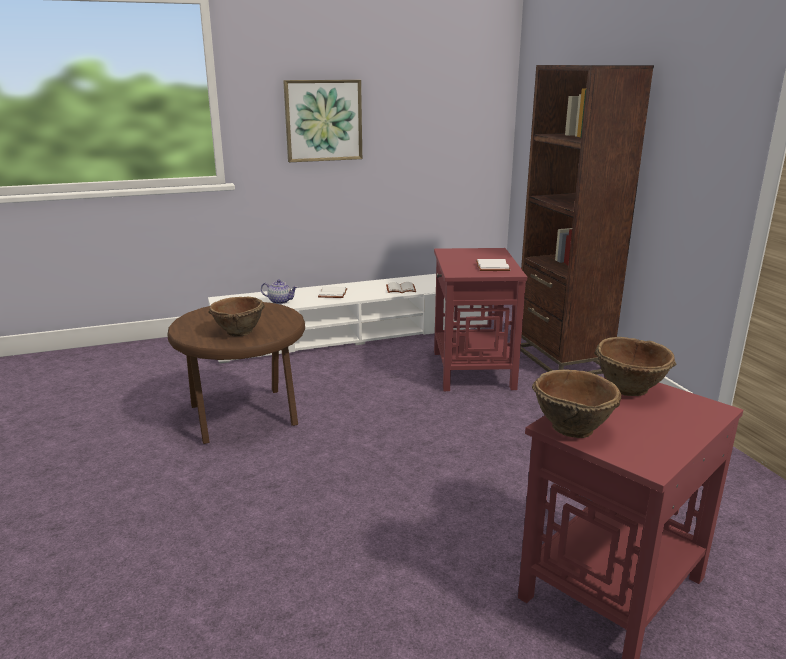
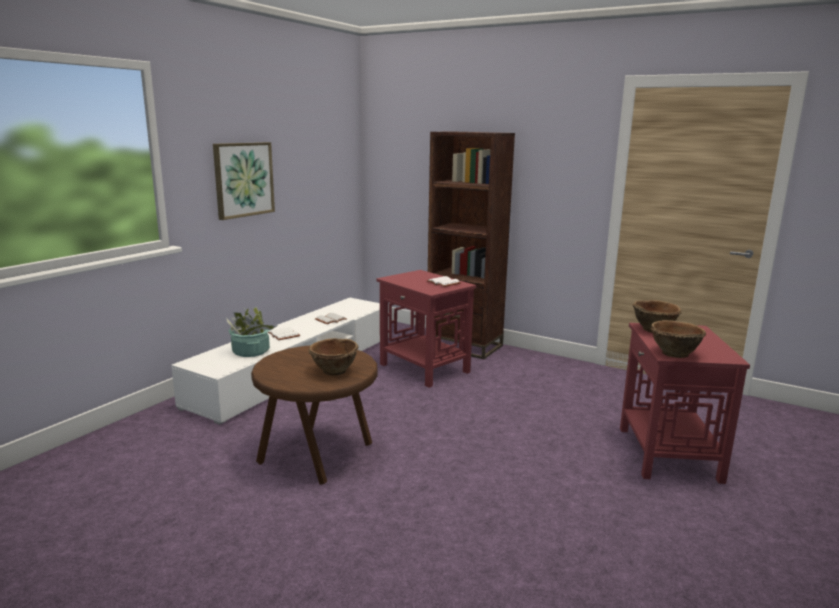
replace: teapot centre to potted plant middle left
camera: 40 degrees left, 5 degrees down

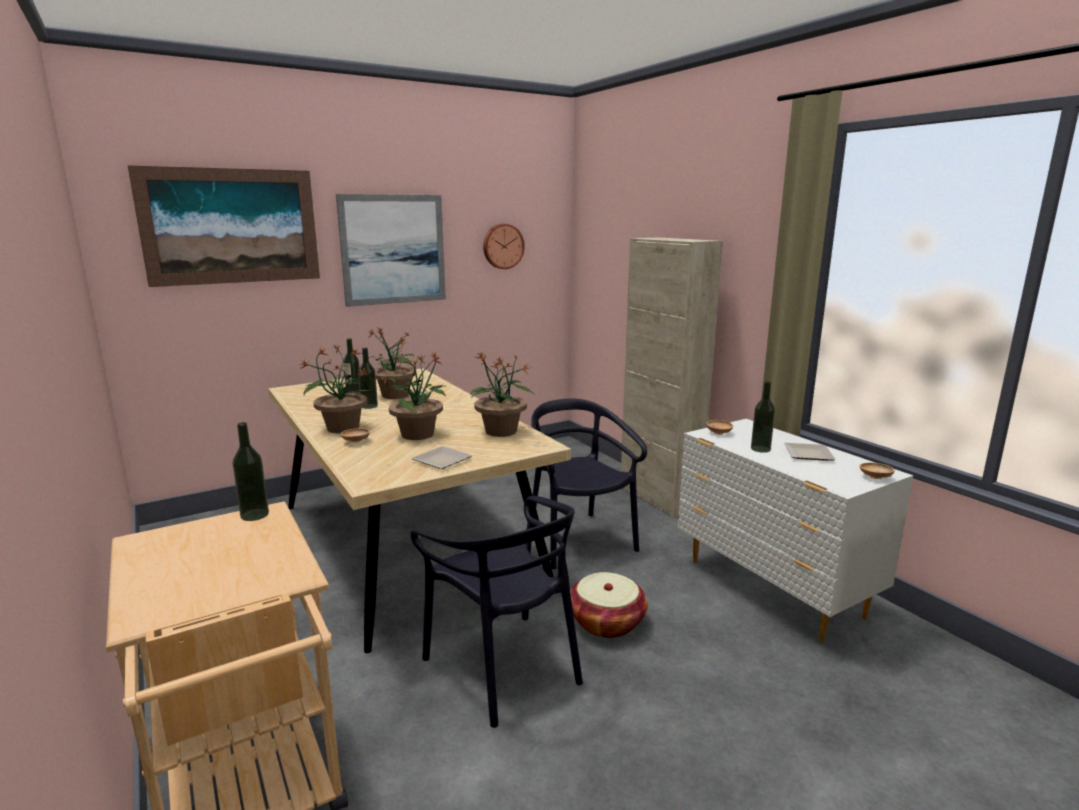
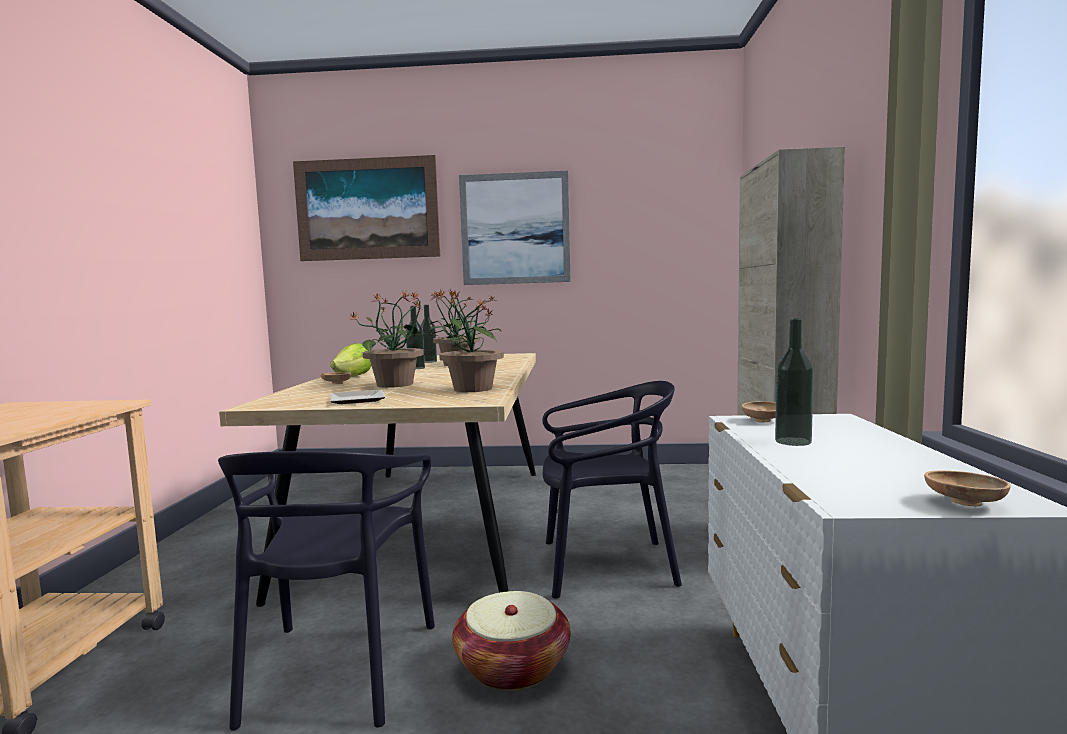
delete: wall clock top centre; bottle (1st from left) middle left; plate (2nd from left) middle right
replace: potted plant (1st from left) middle left to lettuce middle left
rotate: chair (black) (2nd from left) centre = bottom centre 75 degrees clockwise
camera: 35 degrees right, 10 degrees down

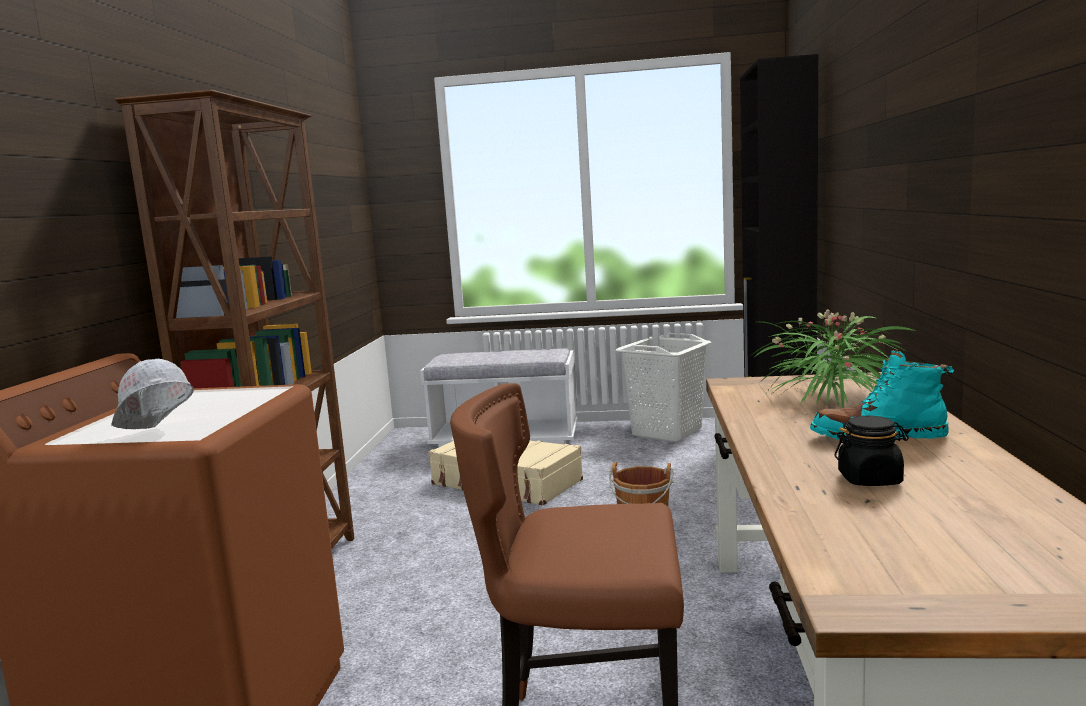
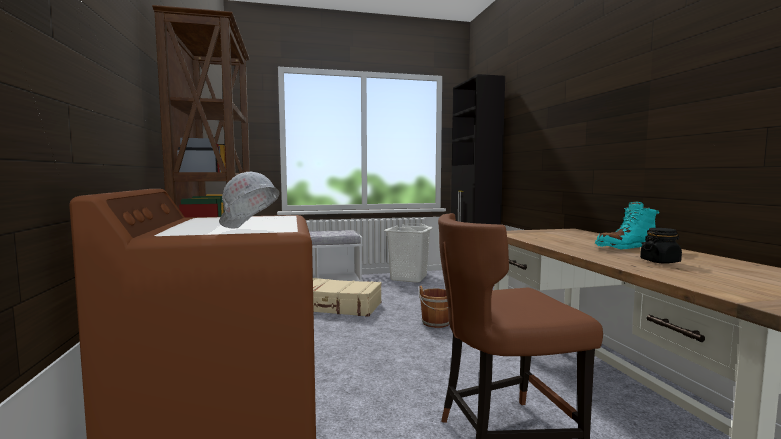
delete: potted plant middle right
camera: 20 degrees left, 5 degrees down

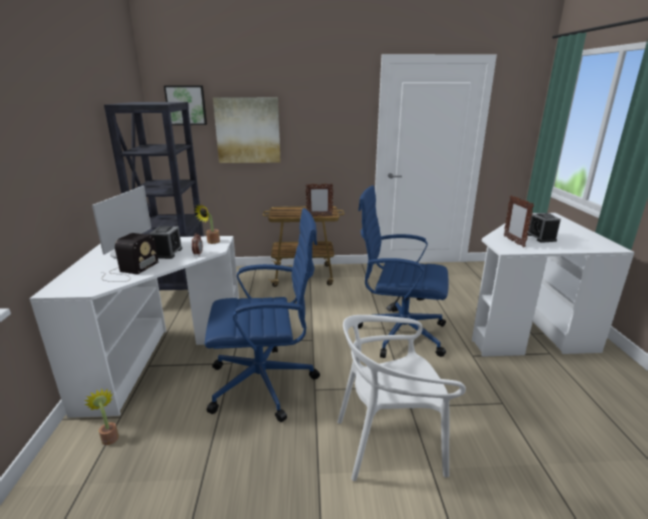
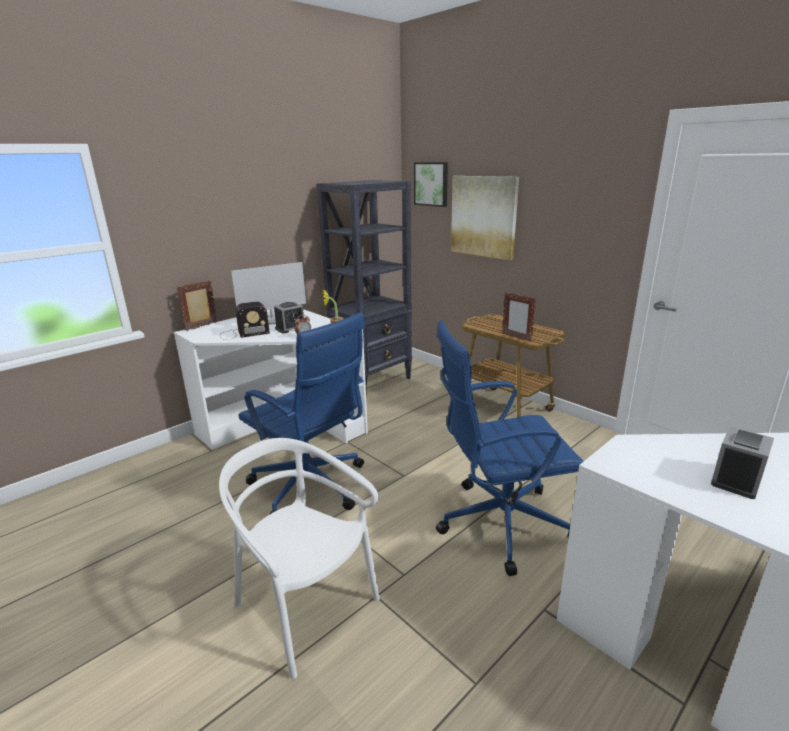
delete: potted plant (1st from left) bottom left
move: picture frame (2nd from left in the first image) middle right to picture frame (1st from left) middle left
rotate: office chair (blue) (2nd from left) centre = centre 75 degrees counterclockwise
camera: 50 degrees right, 0 degrees up

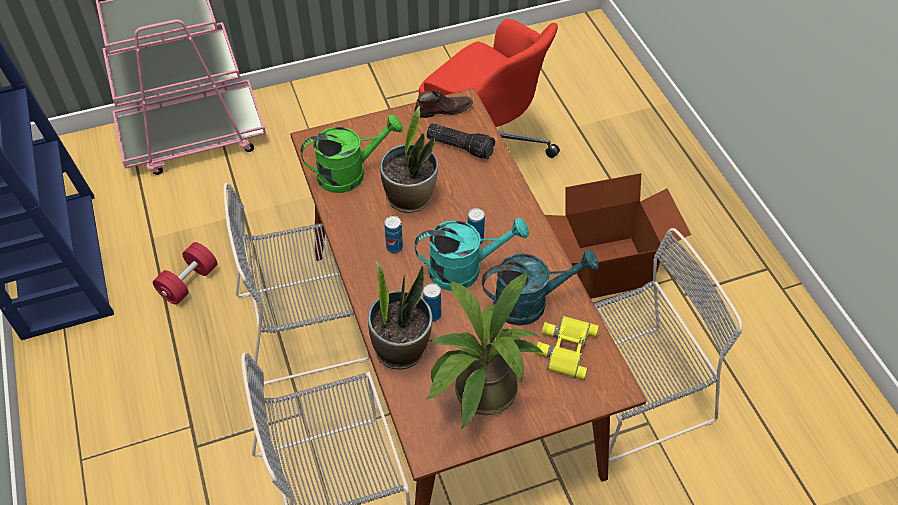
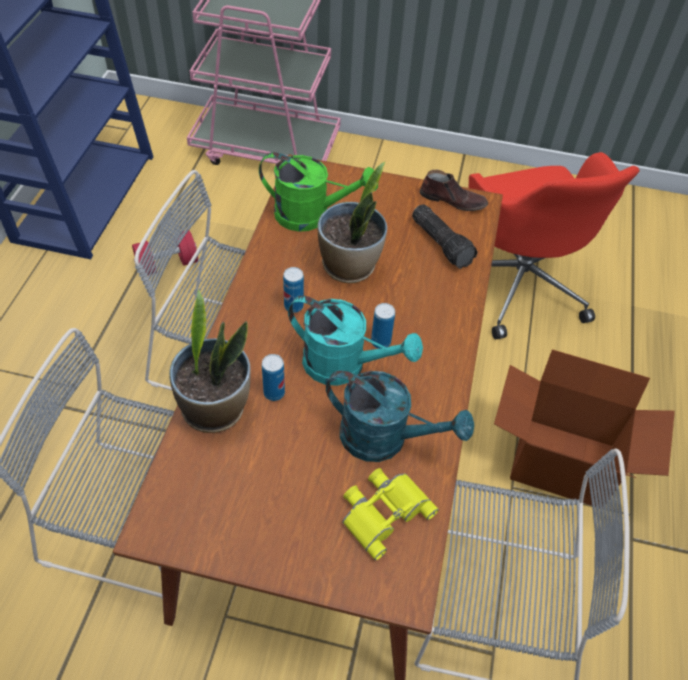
delete: potted plant (3rd from left) bottom centre
camera: 30 degrees right, 0 degrees up

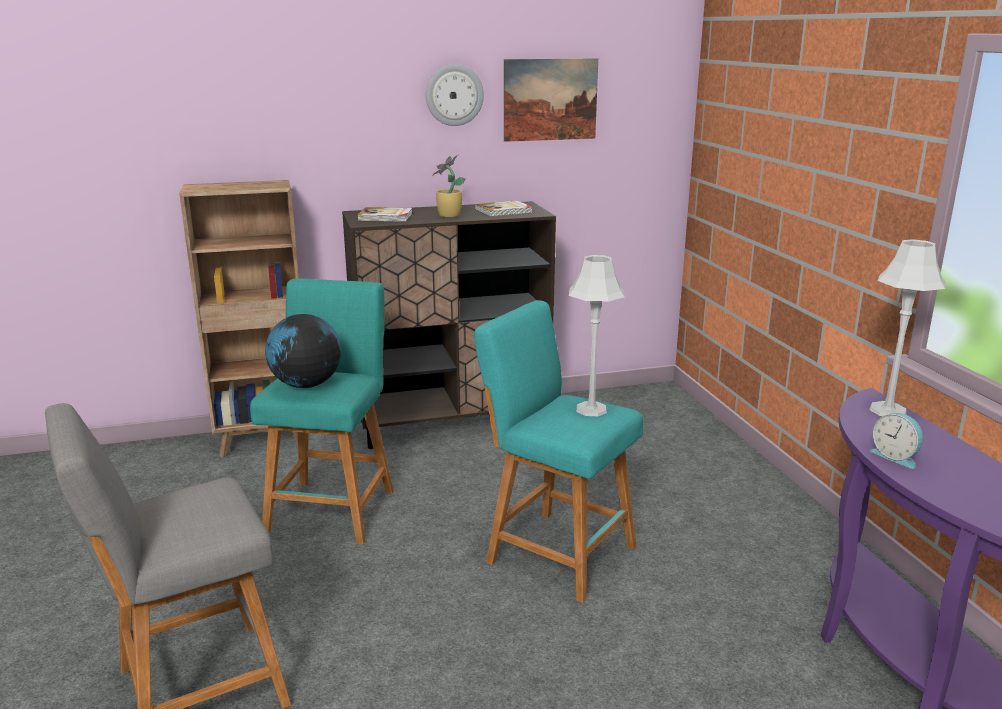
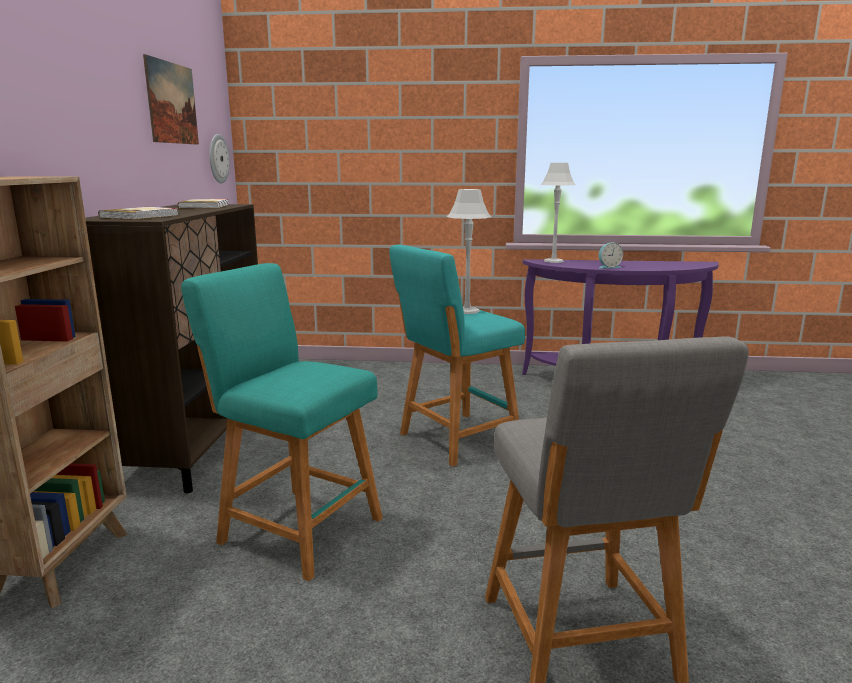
delete: potted plant top centre; globe middle left
move: wall clock top centre to top left
camera: 70 degrees left, 5 degrees down

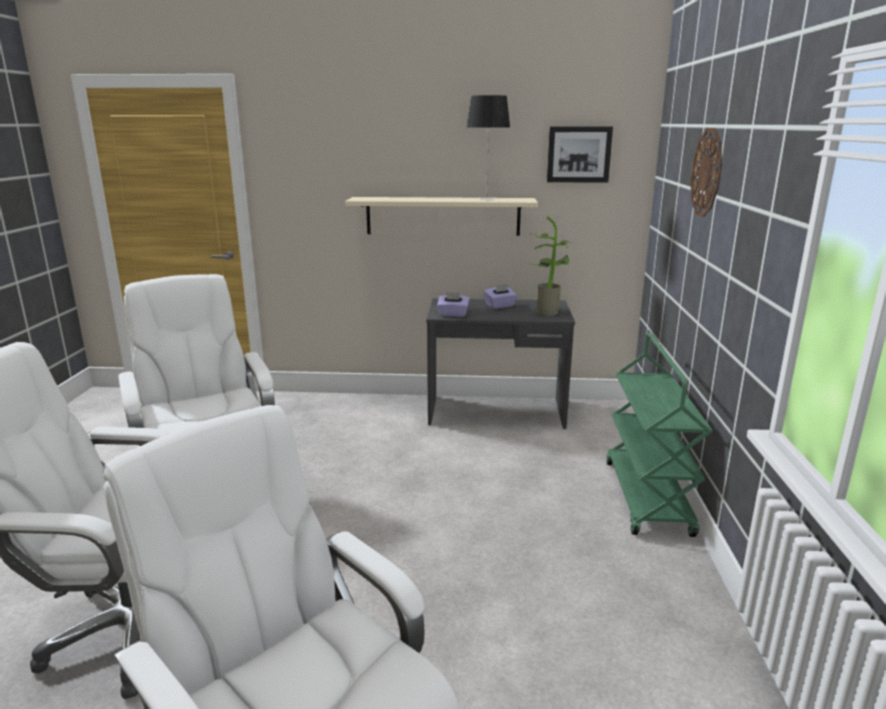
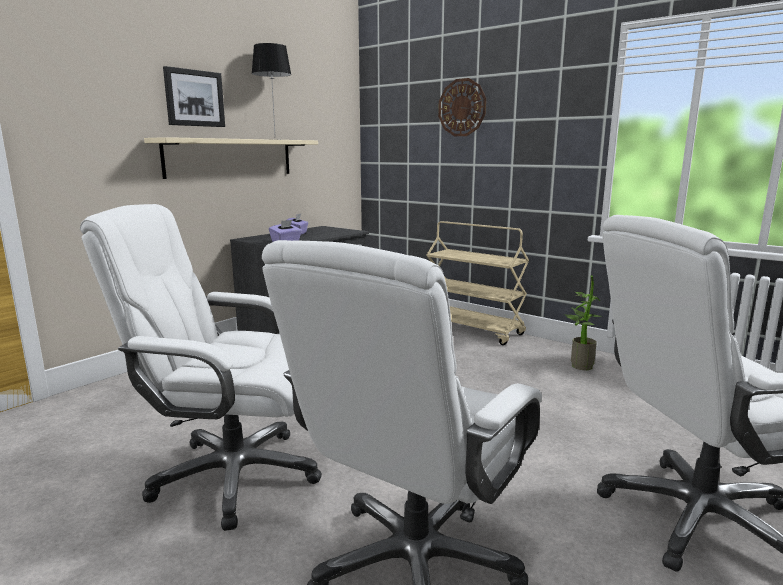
move: picture top centre to top left; potted plant centre to middle right
recolor: cart (green) middle right to cart (beige) centre
camera: 55 degrees left, 5 degrees down

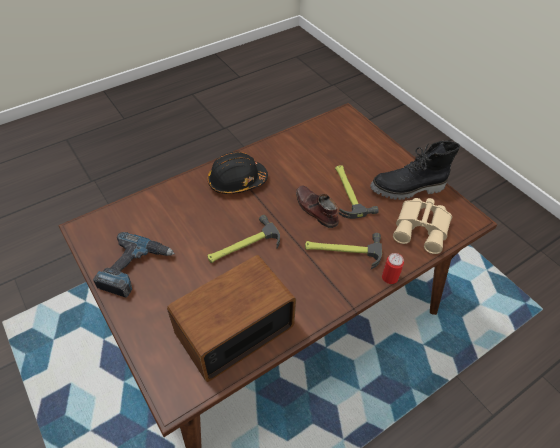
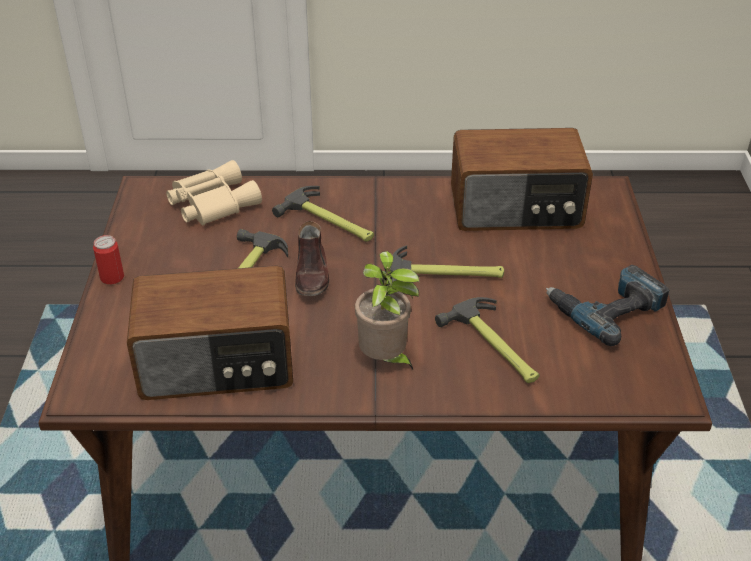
delete: boot (black) middle right
insert: radio (1st from left) middle left; hammer (4th from left) centre
move: can middle right to middle left
replace: hard hat (black) centre to potted plant centre
camera: 145 degrees left, 10 degrees down

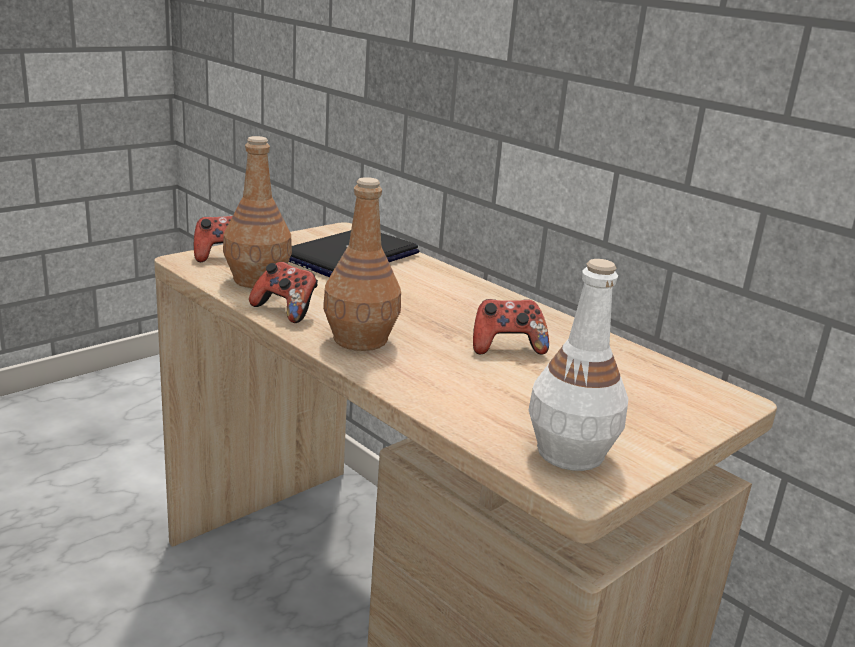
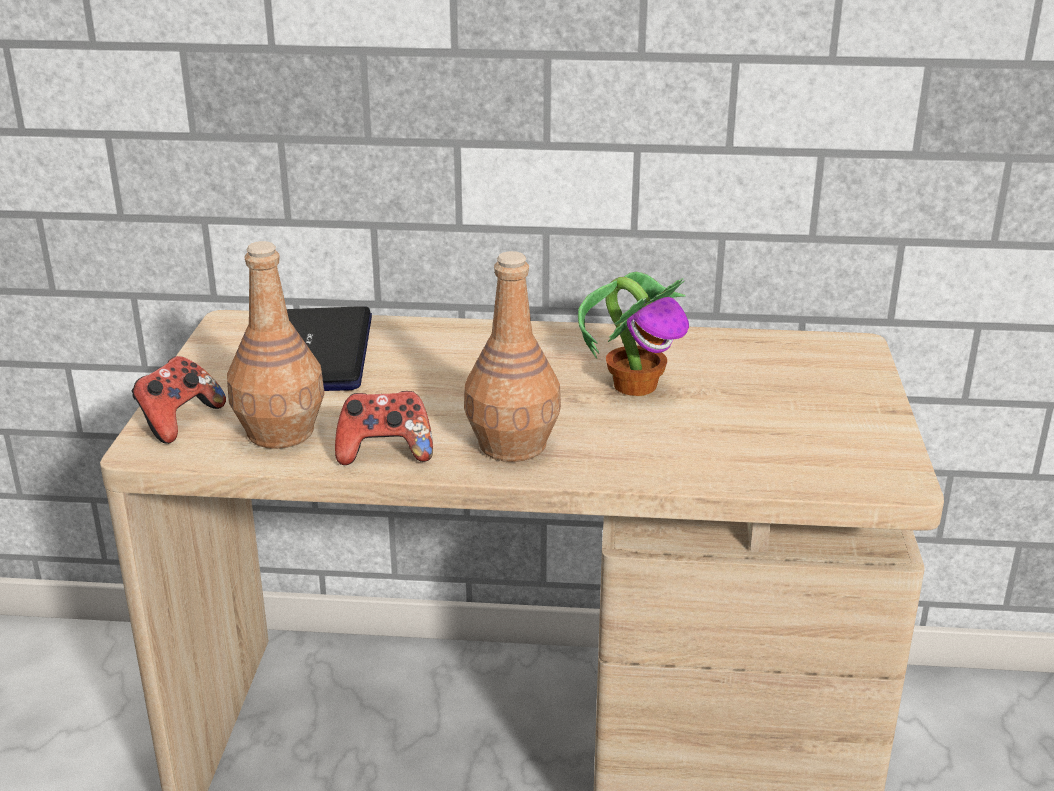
delete: bottle (white) middle right
replace: game controller (3rd from left) centre to potted plant centre
camera: 40 degrees left, 5 degrees up

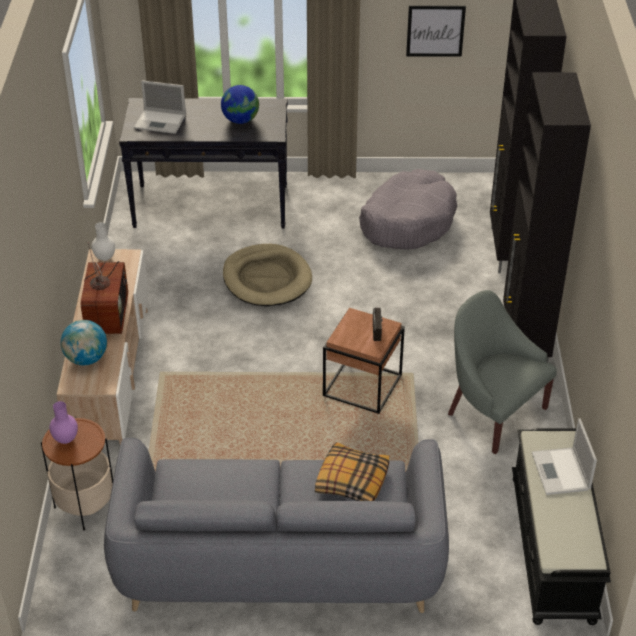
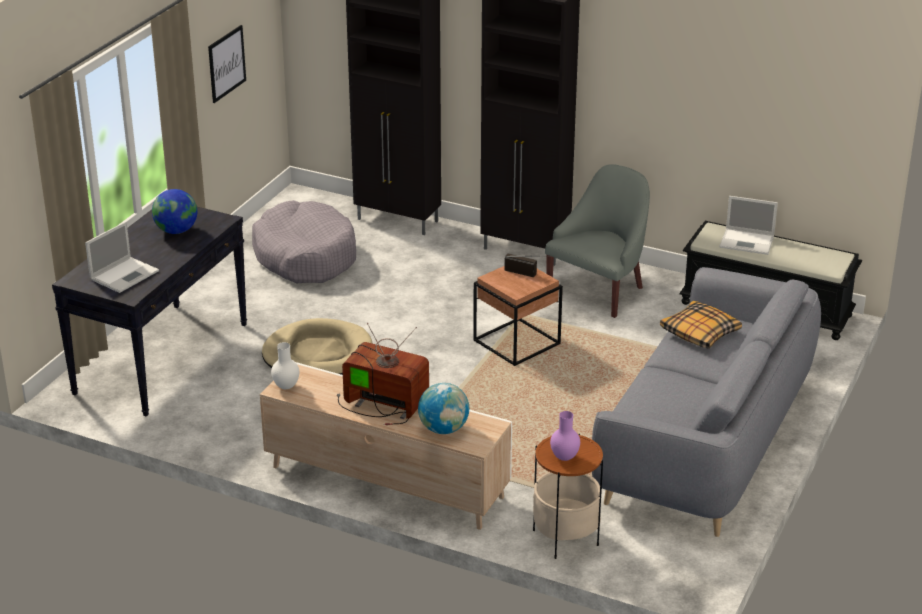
rotate: armchair (grey) middle right = centre 150 degrees clockwise
camera: 65 degrees left, 10 degrees down

